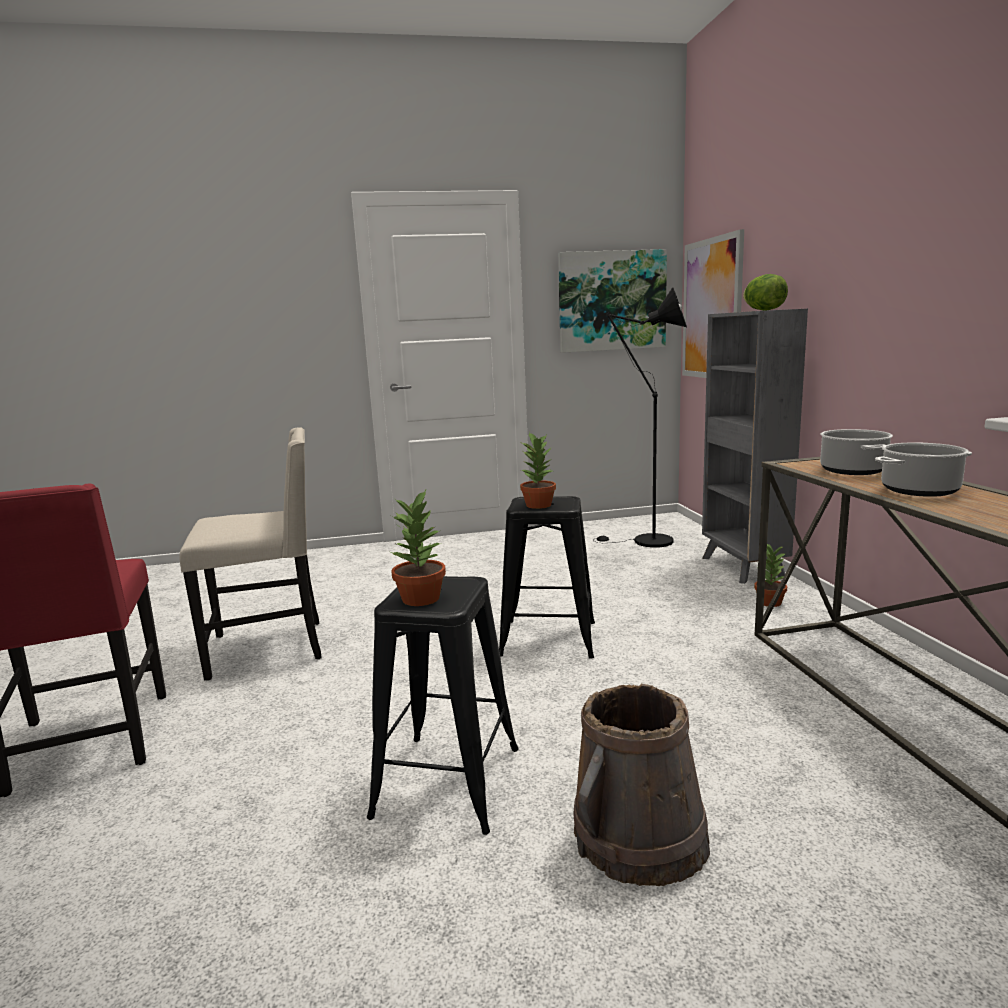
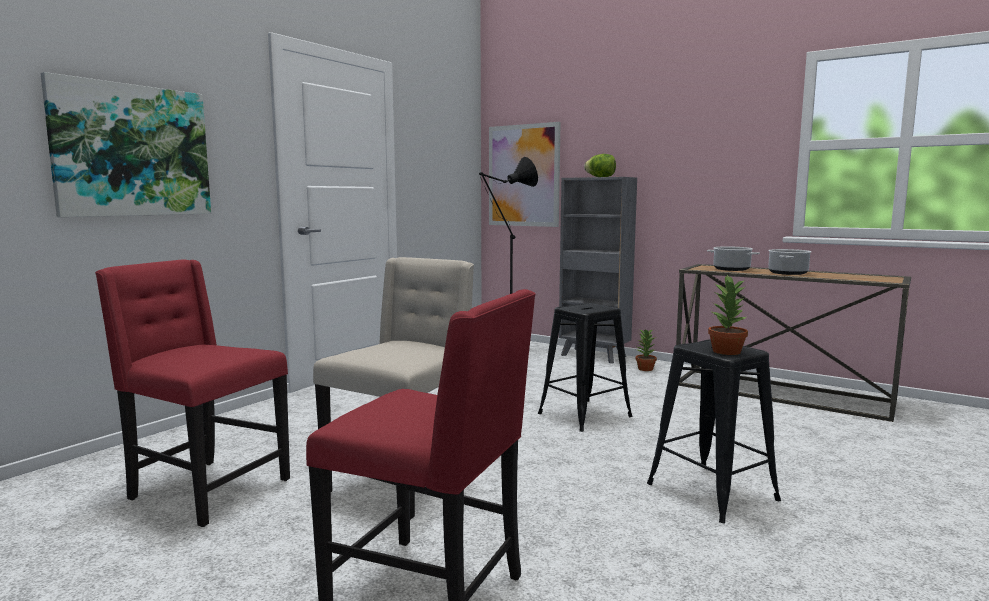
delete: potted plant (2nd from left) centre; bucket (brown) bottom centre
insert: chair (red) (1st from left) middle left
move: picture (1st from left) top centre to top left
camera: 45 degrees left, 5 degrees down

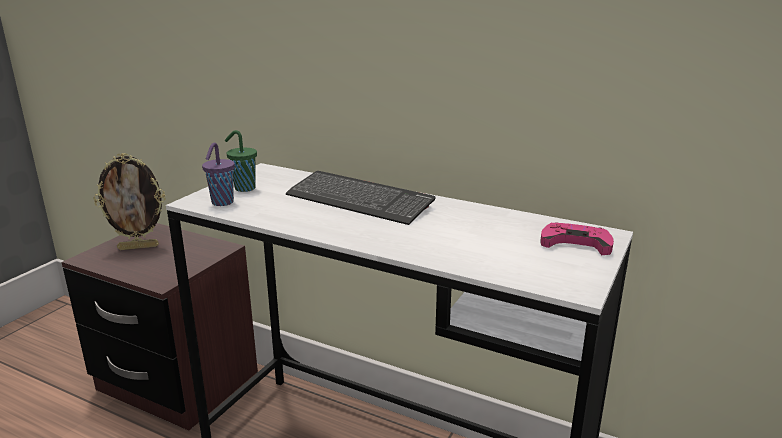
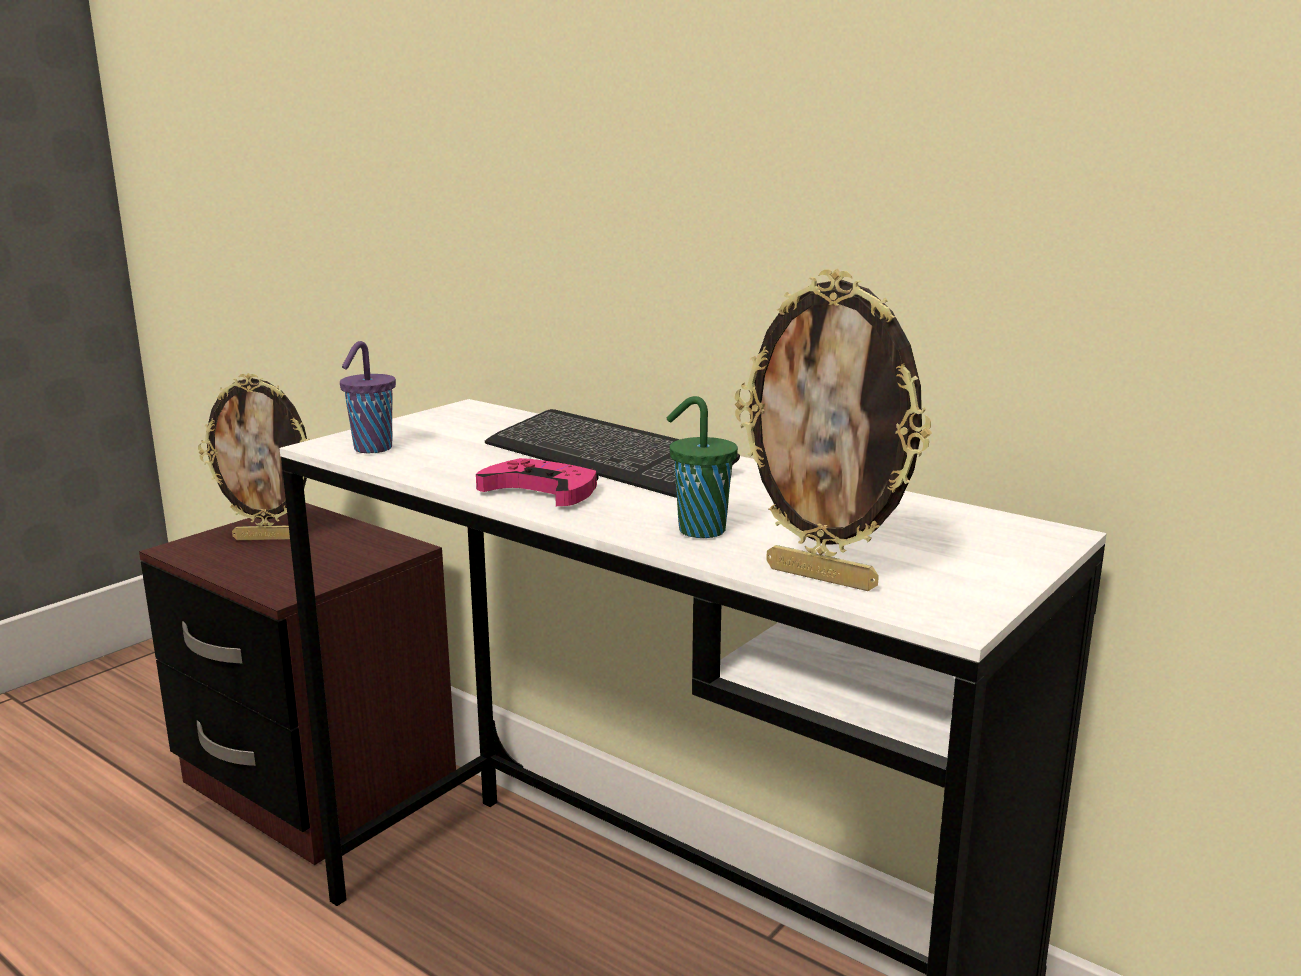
insert: picture frame (2nd from left) centre
move: cup (green) middle left to centre; game controller (pink) middle right to centre
camera: 10 degrees right, 5 degrees down

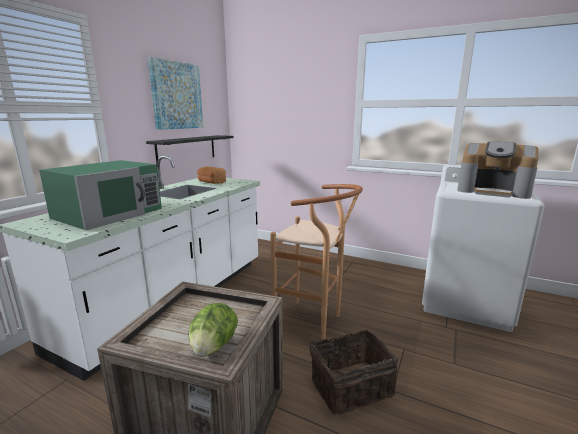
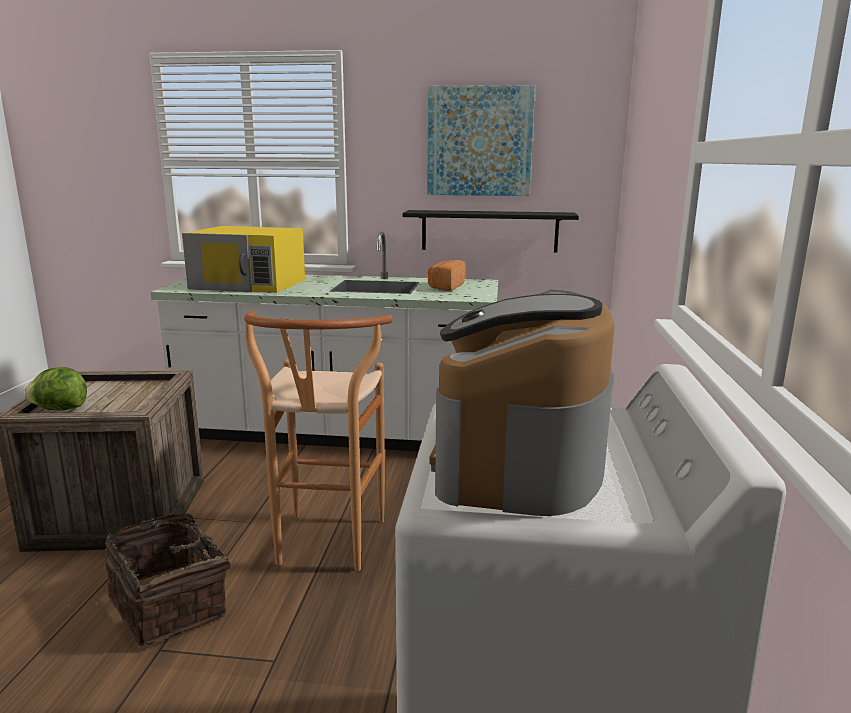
recolor: microwave (green) middle left to microwave (yellow) middle left
camera: 70 degrees right, 0 degrees up

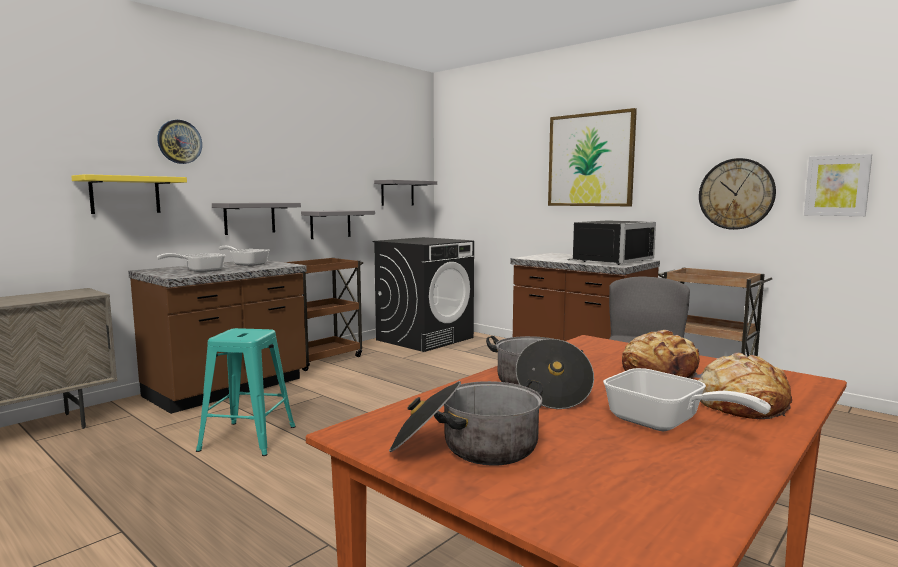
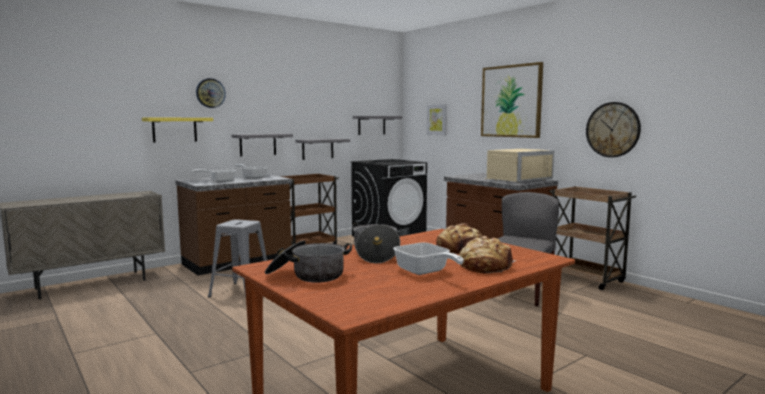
move: picture (2nd from left in the first image) top right to picture (1st from left) top centre
recolor: microwave (black) middle right to microwave (beige) middle right; stool (turquoise) bottom left to stool (grey) middle left
camera: 10 degrees right, 0 degrees up

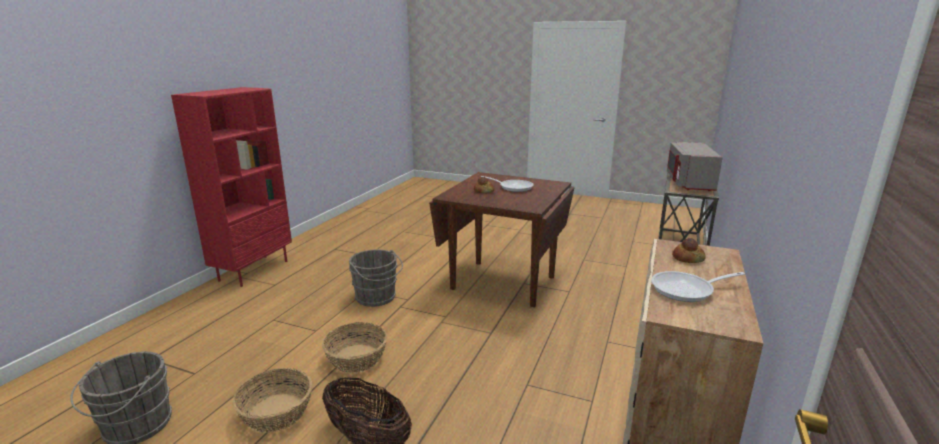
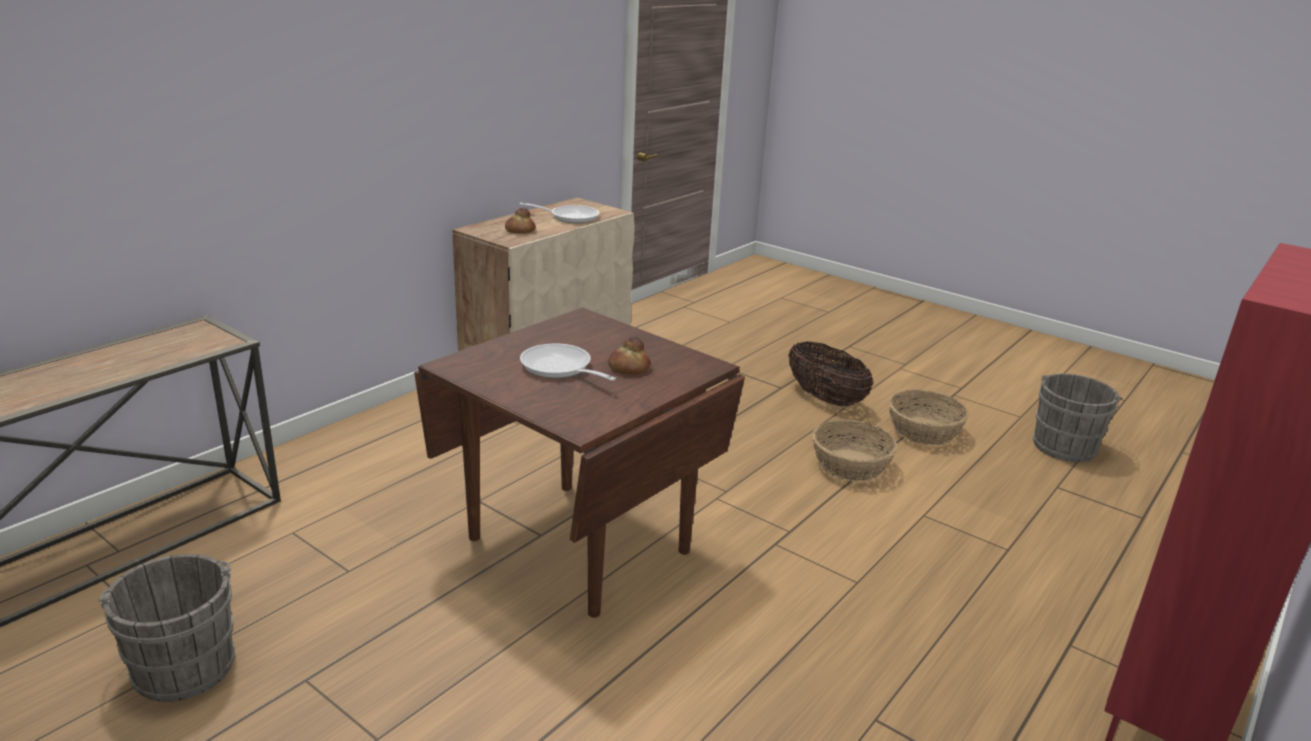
delete: microwave (grey) middle right
move: bucket (grey) (2nd from left in the first image) centre to bucket (grey) (1st from left) bottom left
camera: 165 degrees left, 5 degrees up

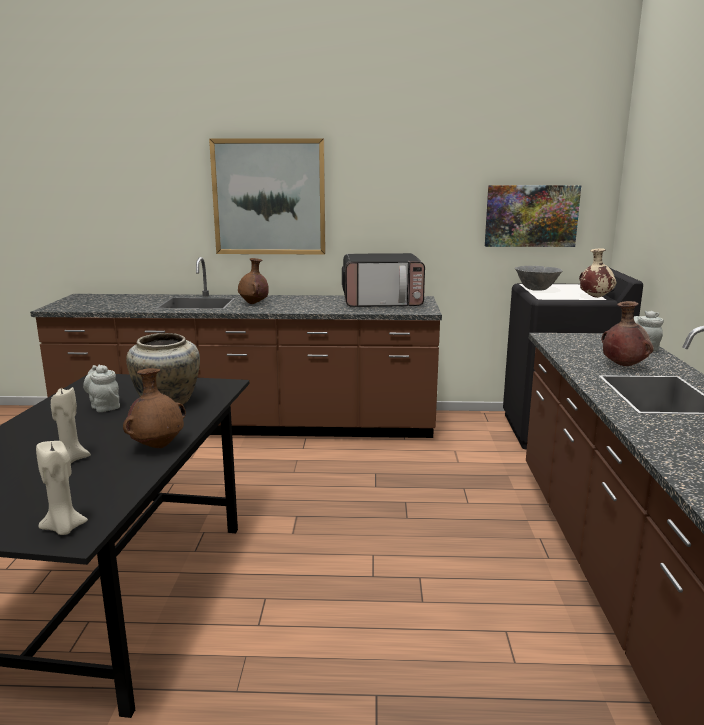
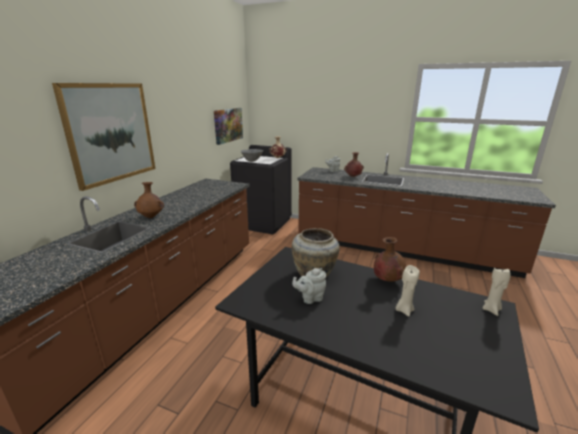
delete: microwave centre
camera: 70 degrees left, 5 degrees up

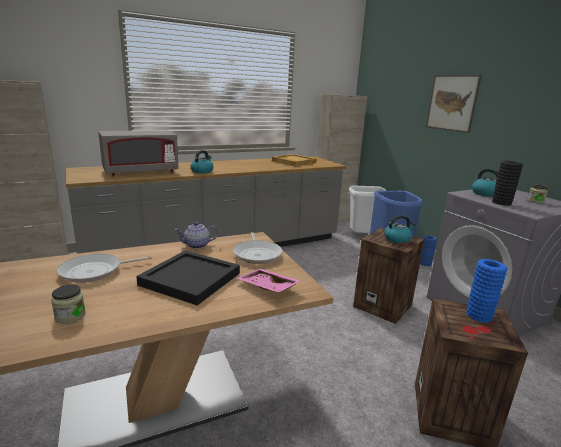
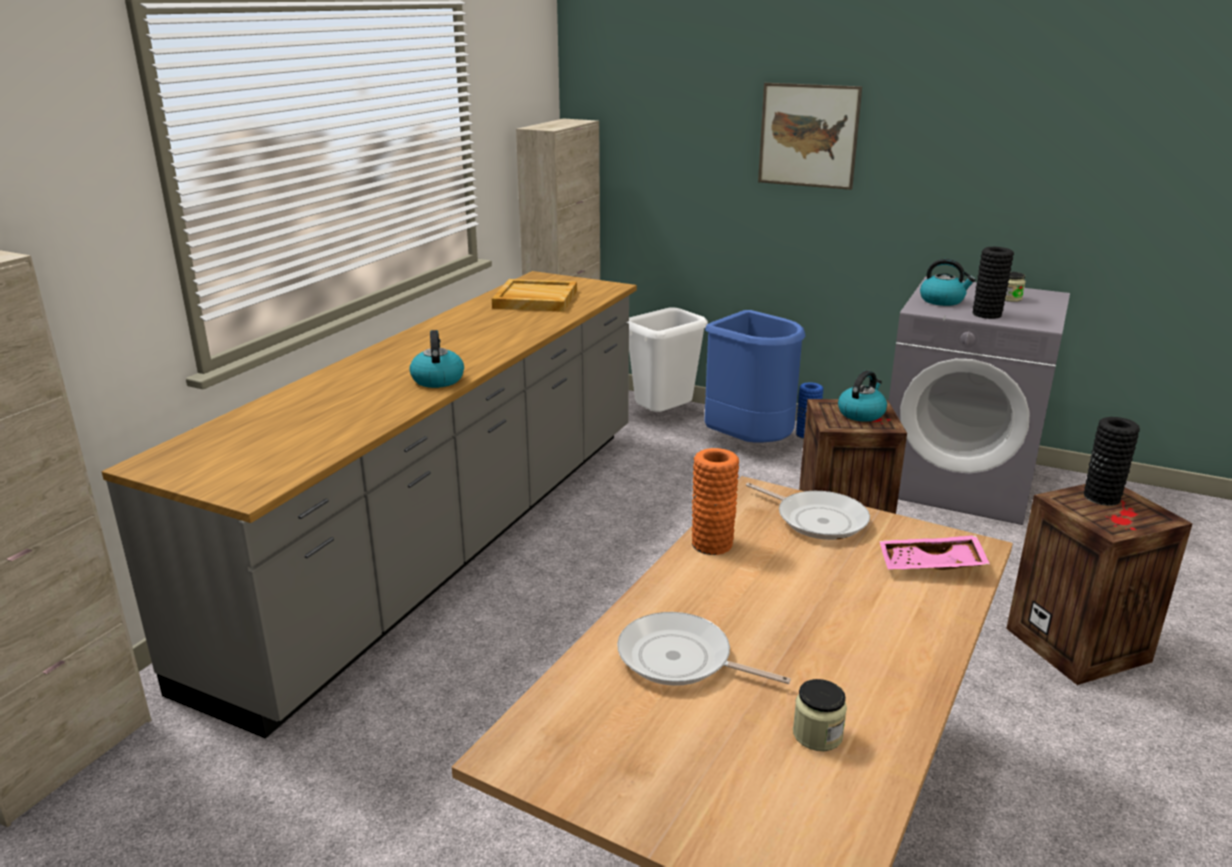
delete: microwave (grey) middle left; tray (black) centre
replace: teapot centre to vase (orange) centre
recolor: vase (blue) (2nd from left) middle right to vase (black) (2nd from left) middle right
rotate: frying pan (1st from left) middle left = bottom centre 90 degrees clockwise
camera: 35 degrees left, 5 degrees up

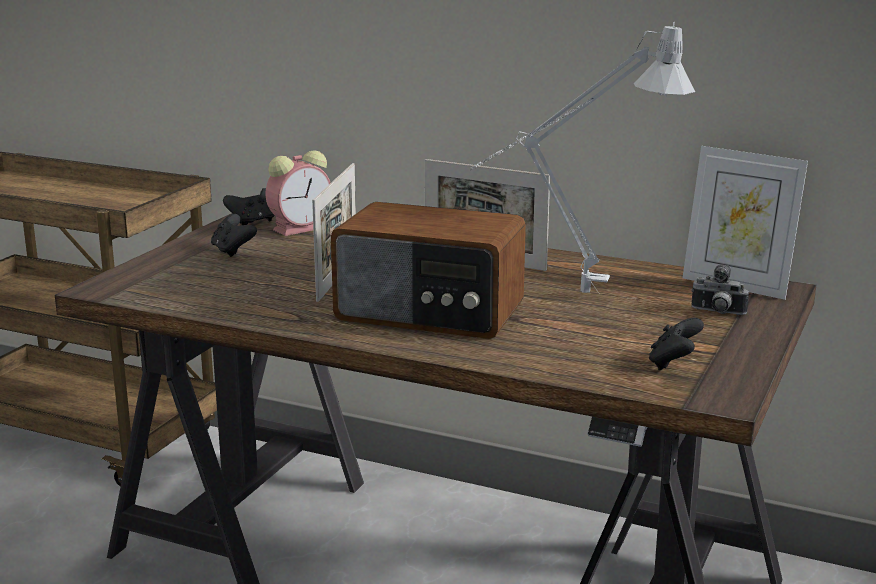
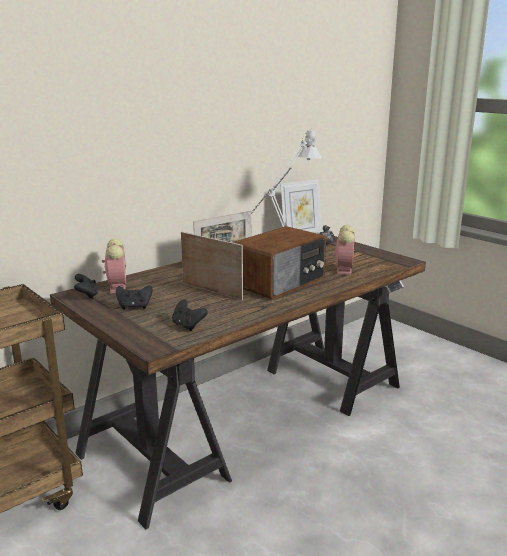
insert: alarm clock (2nd from left) middle right
move: game controller (black) (3rd from left) middle right to centre
camera: 65 degrees left, 0 degrees up

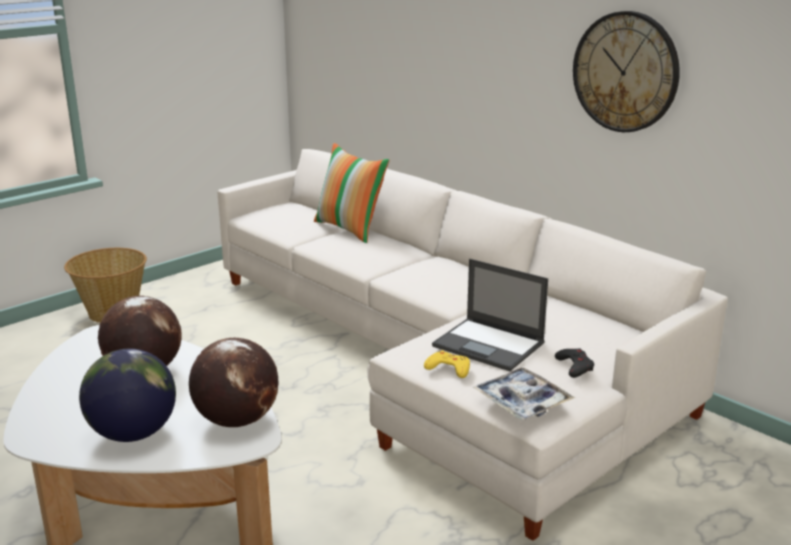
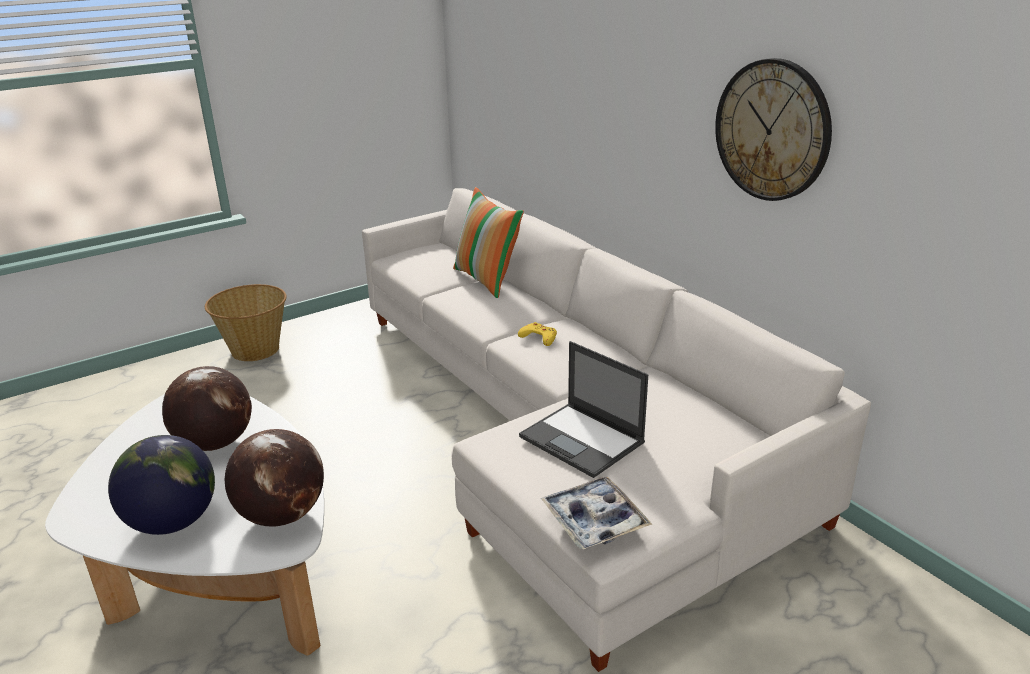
delete: game controller (black) middle right
move: game controller (yellow) bottom centre to centre
camera: 10 degrees right, 5 degrees up

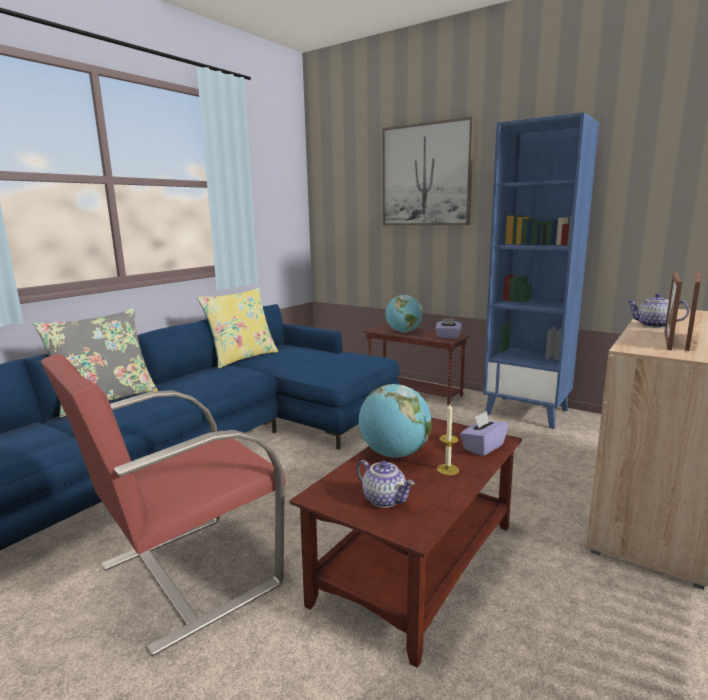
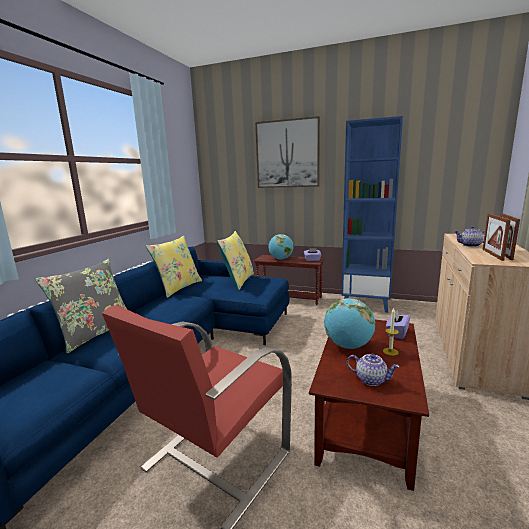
insert: pillow (yellow) (2nd from left) centre
camera: 15 degrees left, 0 degrees up

